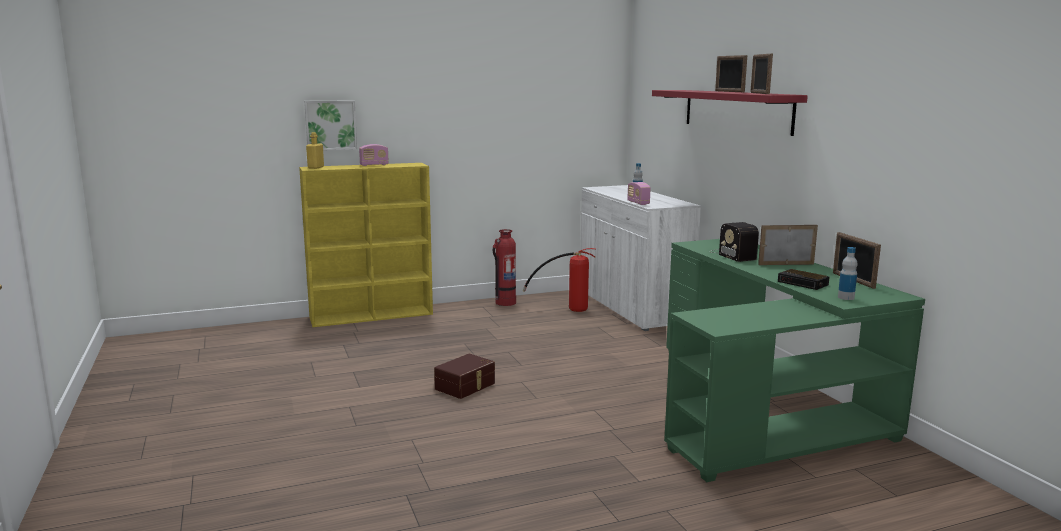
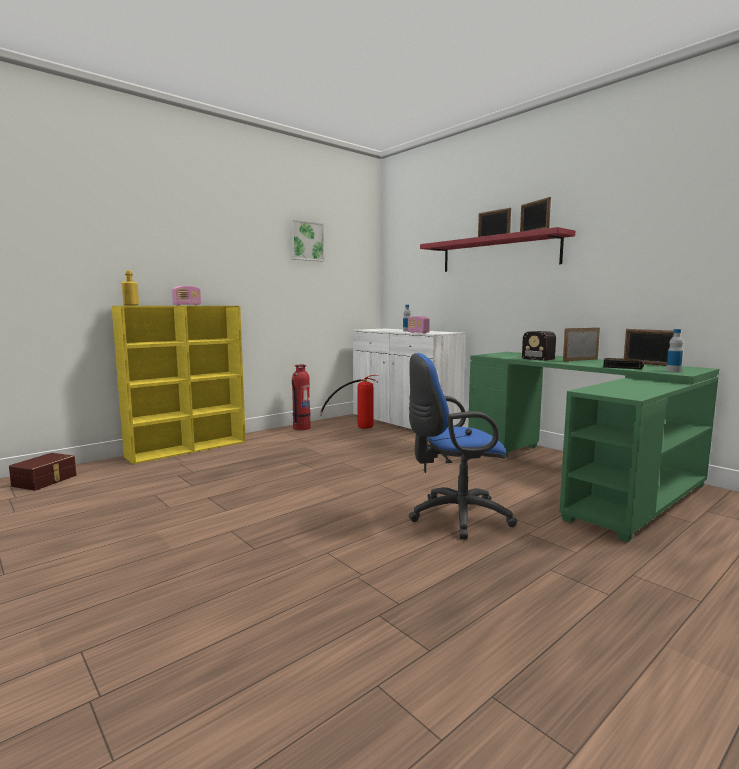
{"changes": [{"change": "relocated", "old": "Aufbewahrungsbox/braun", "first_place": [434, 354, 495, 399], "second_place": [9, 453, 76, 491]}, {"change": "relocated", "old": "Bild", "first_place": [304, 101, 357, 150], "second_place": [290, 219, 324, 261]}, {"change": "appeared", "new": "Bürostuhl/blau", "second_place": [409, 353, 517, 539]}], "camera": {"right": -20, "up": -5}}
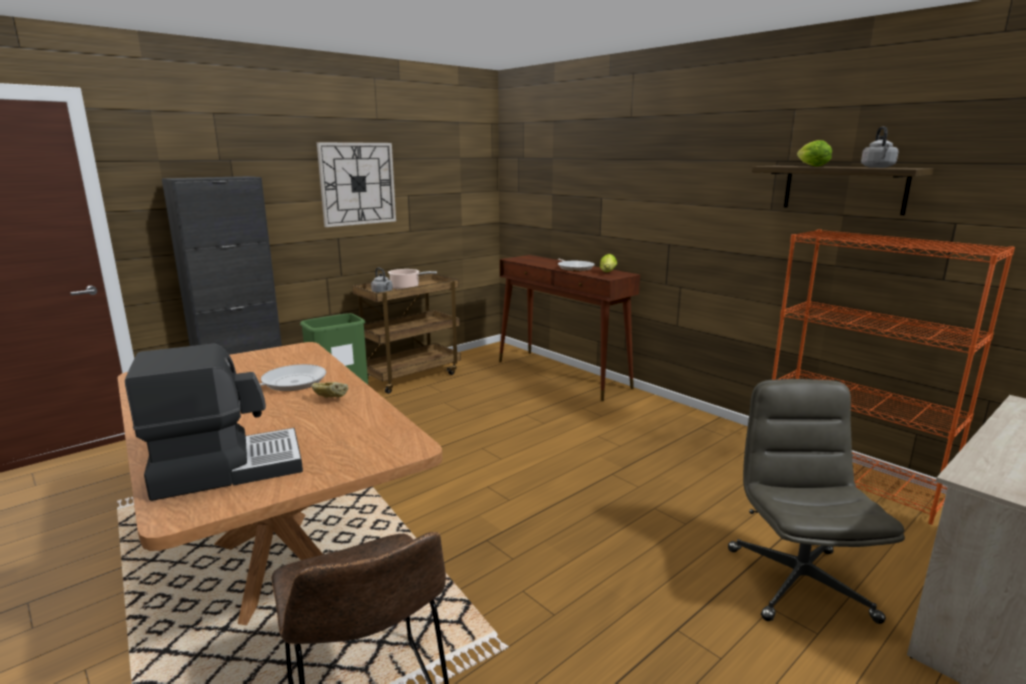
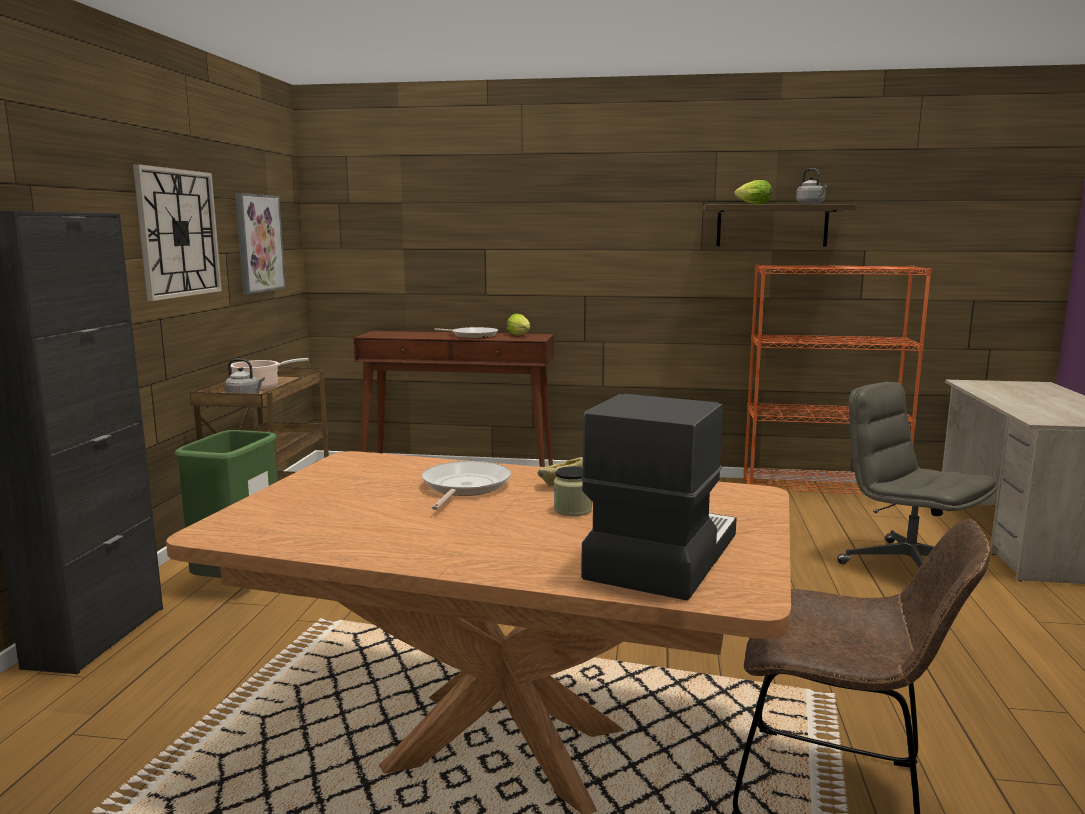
{"changes": [{"change": "appeared", "new": "Bild", "second_place": [235, 193, 286, 294]}, {"change": "appeared", "new": "Vorratsglas", "second_place": [554, 466, 592, 516]}], "camera": {"right": -40, "up": -5}}
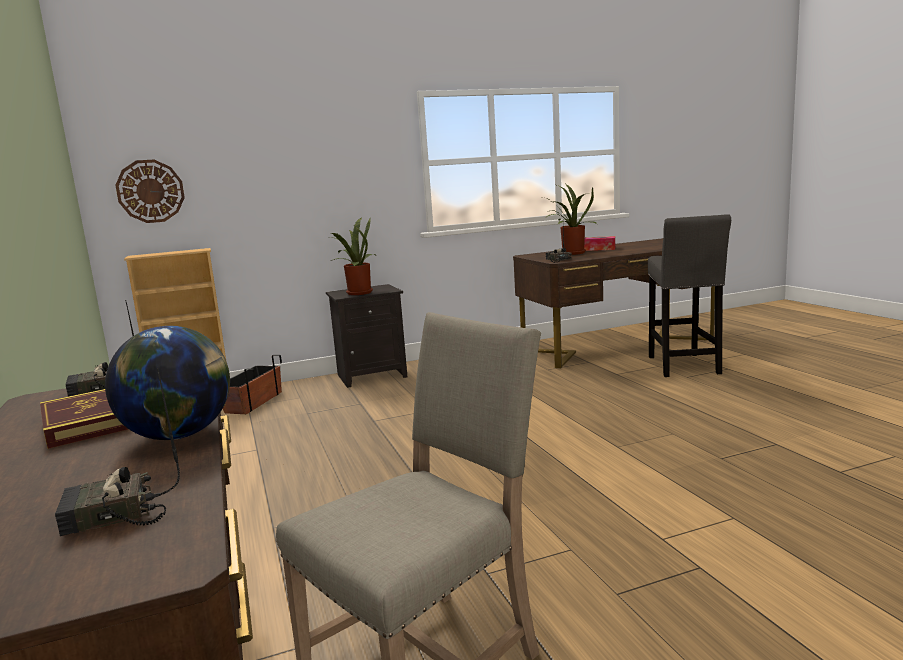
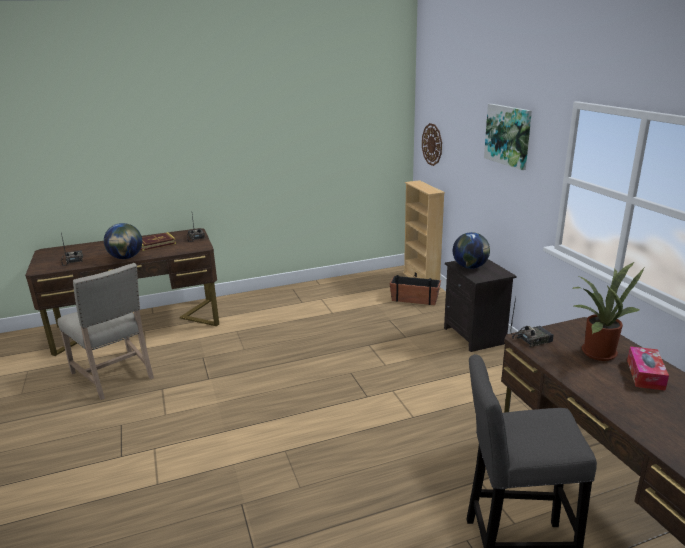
{"changes": [{"change": "exchanged", "old": "Topfpflanze", "new": "Globus", "first_place": [330, 218, 375, 295], "second_place": [453, 232, 490, 269]}, {"change": "appeared", "new": "Bild", "second_place": [484, 104, 532, 170]}], "camera": {"right": 90, "up": 10}}
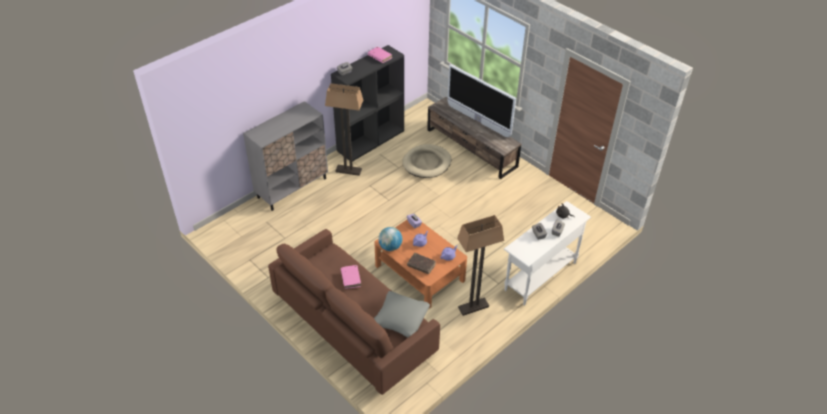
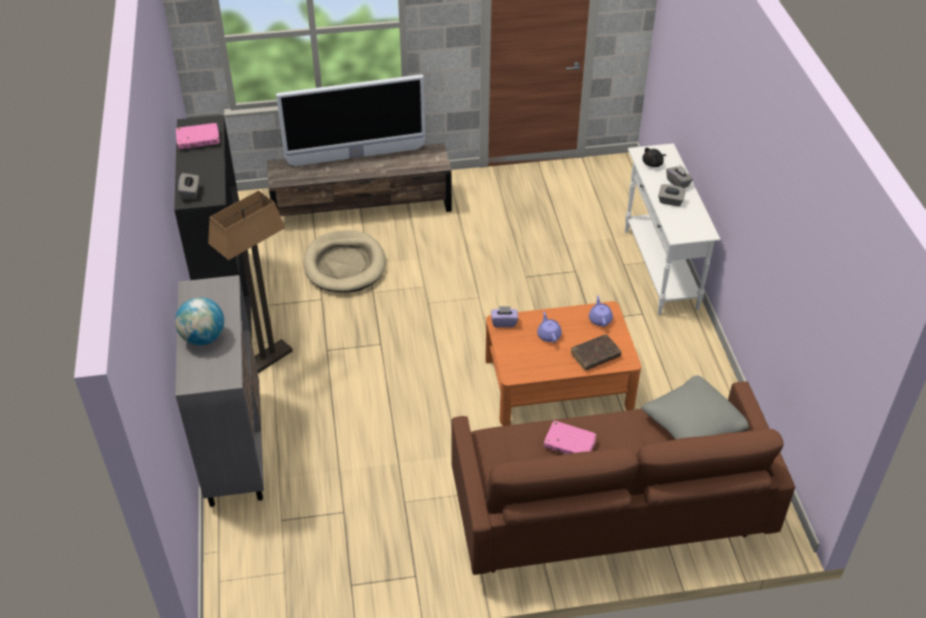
{"changes": [{"change": "relocated", "old": "Globus", "first_place": [378, 227, 402, 251], "second_place": [175, 297, 224, 345]}, {"change": "missing", "old": "Stehlampe", "first_place": [457, 215, 504, 316]}], "camera": {"right": -55, "up": 0}}
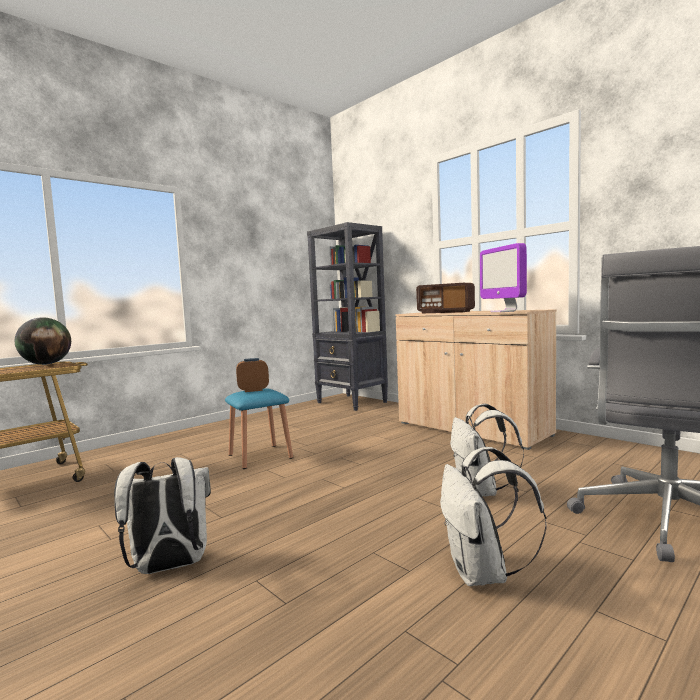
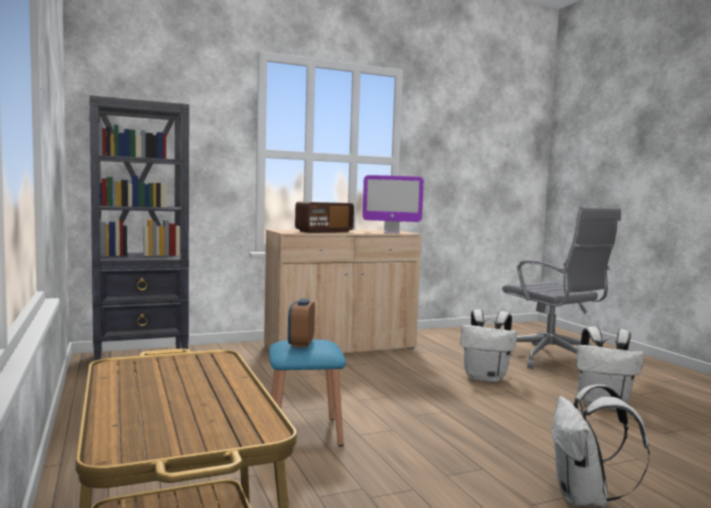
{"changes": [{"change": "missing", "old": "Globus", "first_place": [15, 317, 71, 365]}], "camera": {"right": -70, "up": 0}}
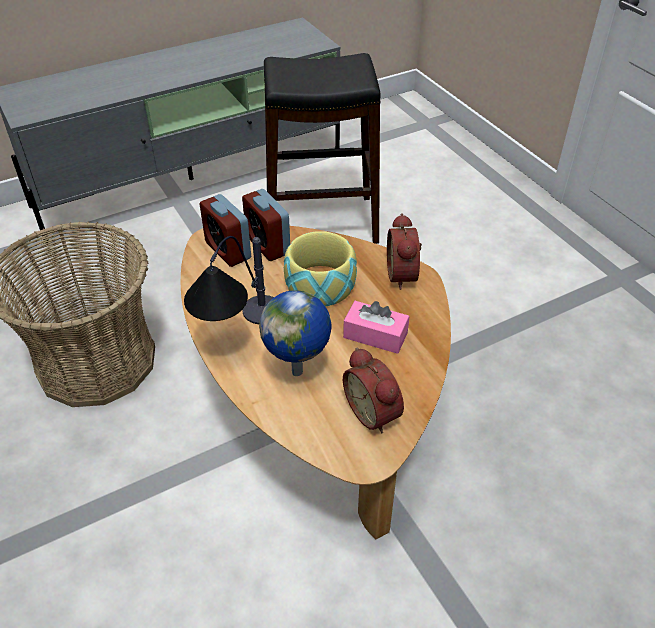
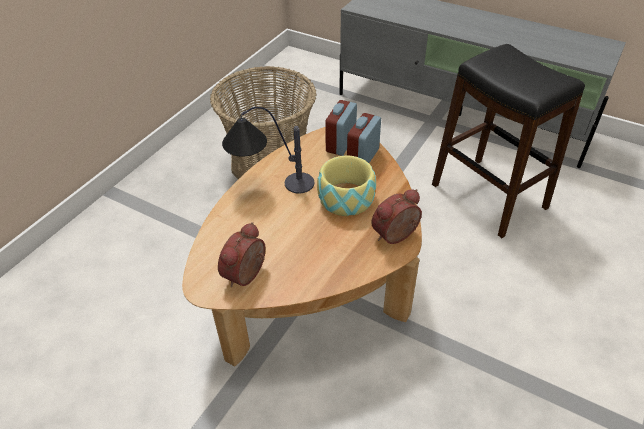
{"changes": [{"change": "missing", "old": "Globus", "first_place": [259, 290, 332, 376]}, {"change": "missing", "old": "Taschentuchbox/rosa", "first_place": [343, 301, 409, 354]}], "camera": {"right": 60, "up": 0}}
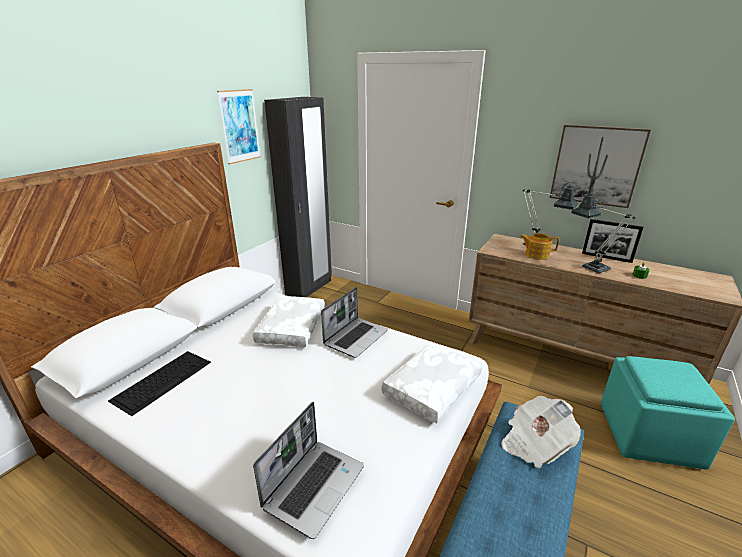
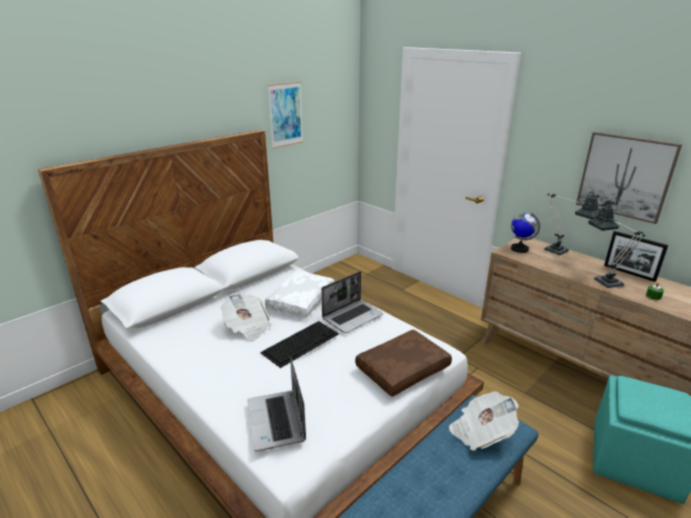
{"changes": [{"change": "appeared", "new": "Zeitung", "second_place": [221, 293, 272, 341]}, {"change": "spun", "old": "Laptop", "first_place": [253, 402, 364, 539], "second_place": [247, 357, 306, 451], "degrees": 120}, {"change": "relocated", "old": "Tastatur", "first_place": [108, 351, 211, 416], "second_place": [260, 321, 339, 368]}, {"change": "colour", "old": "Kissen/weiß", "new": "Kissen/braun", "first_place": [382, 342, 482, 424], "second_place": [355, 329, 452, 397]}, {"change": "appeared", "new": "Globus", "second_place": [511, 213, 540, 253]}, {"change": "missing", "old": "Kleiderschrank/schwarz", "first_place": [264, 97, 332, 297]}, {"change": "missing", "old": "Teekanne", "first_place": [521, 233, 559, 260]}], "camera": {"right": 15, "up": 0}}
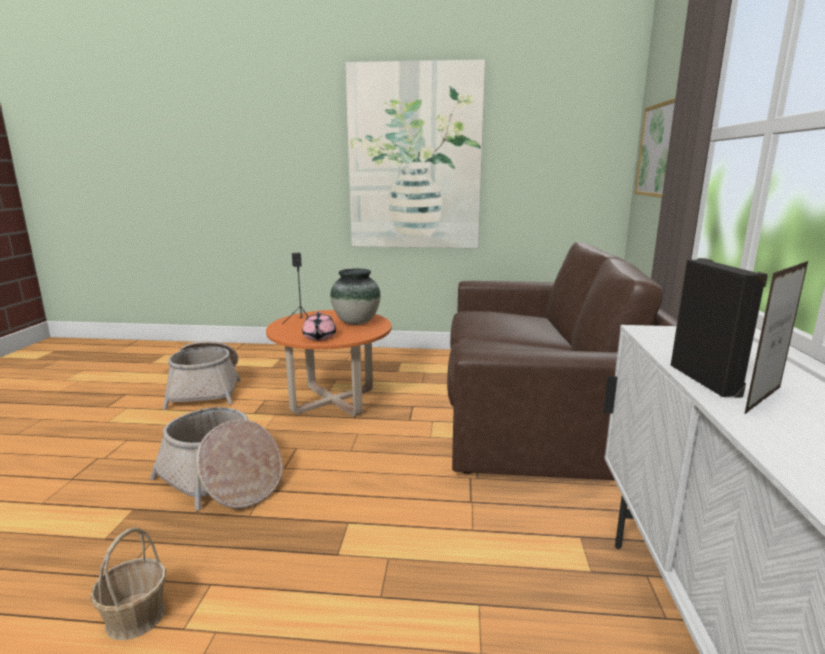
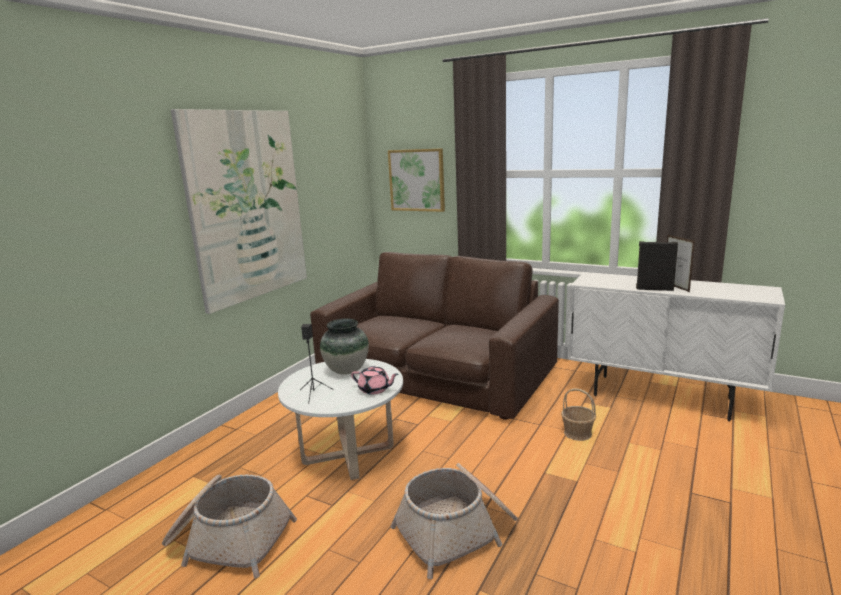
{"changes": [{"change": "colour", "old": "Couchtisch/orange", "new": "Couchtisch/weiß", "first_place": [266, 310, 392, 417], "second_place": [278, 359, 403, 480]}, {"change": "relocated", "old": "Korb", "first_place": [90, 527, 166, 640], "second_place": [561, 388, 596, 441]}], "camera": {"right": -65, "up": 0}}
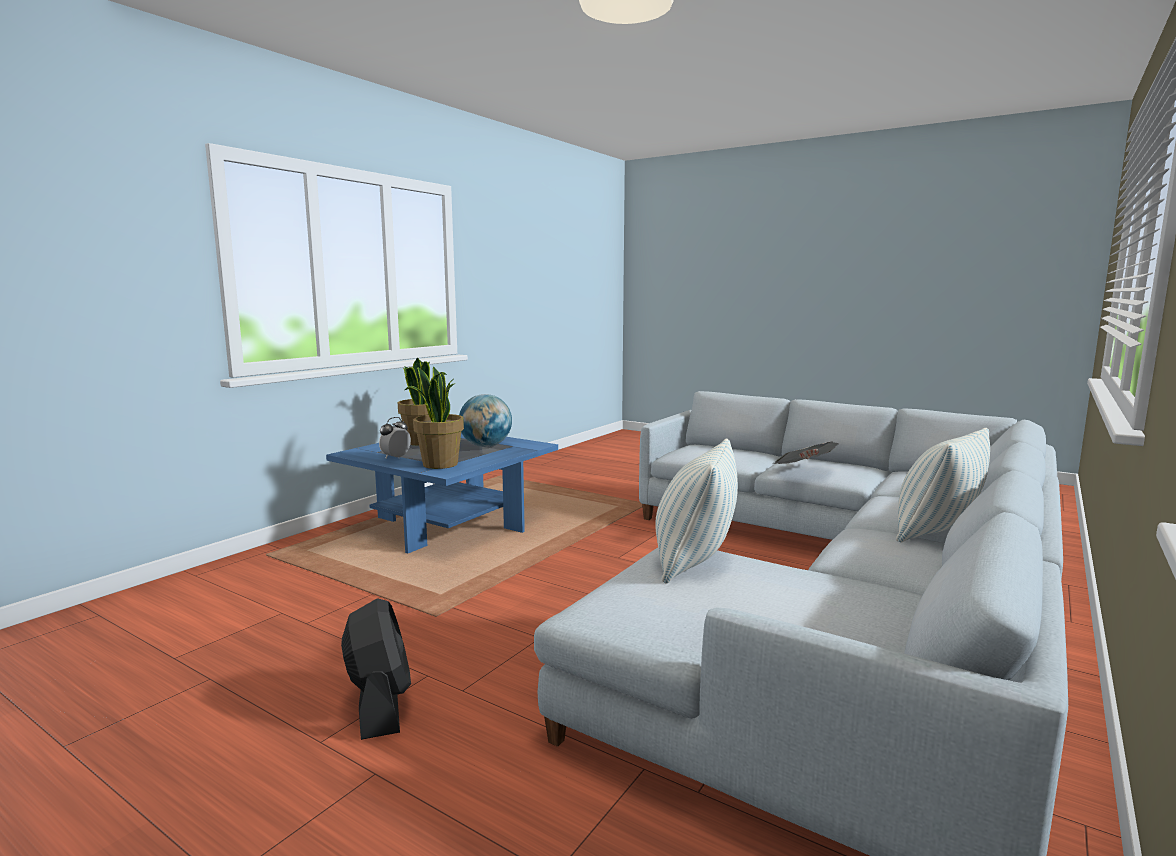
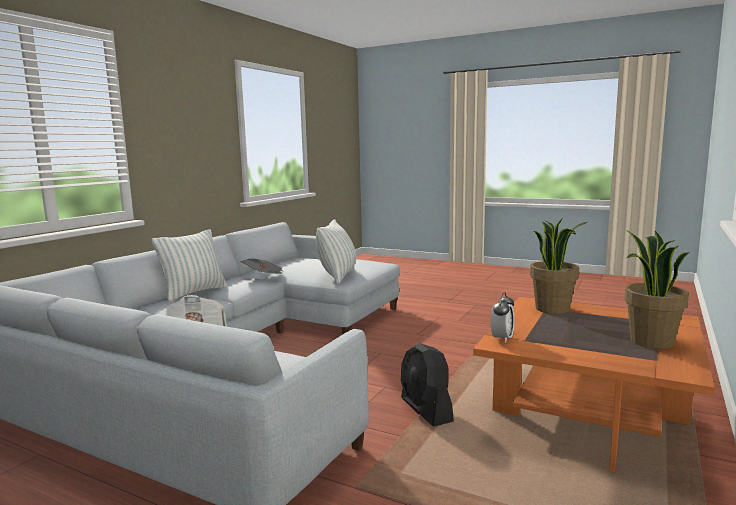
{"changes": [{"change": "appeared", "new": "Zeitung", "second_place": [240, 259, 282, 274]}, {"change": "relocated", "old": "Ventilator/schwarz", "first_place": [341, 598, 411, 740], "second_place": [401, 343, 454, 427]}, {"change": "colour", "old": "Couchtisch/blau", "new": "Couchtisch/orange", "first_place": [326, 433, 558, 553], "second_place": [473, 297, 715, 472]}, {"change": "relocated", "old": "Wecker", "first_place": [379, 417, 411, 459], "second_place": [490, 292, 515, 343]}, {"change": "missing", "old": "Globus", "first_place": [459, 394, 512, 447]}], "camera": {"right": 175, "up": 0}}
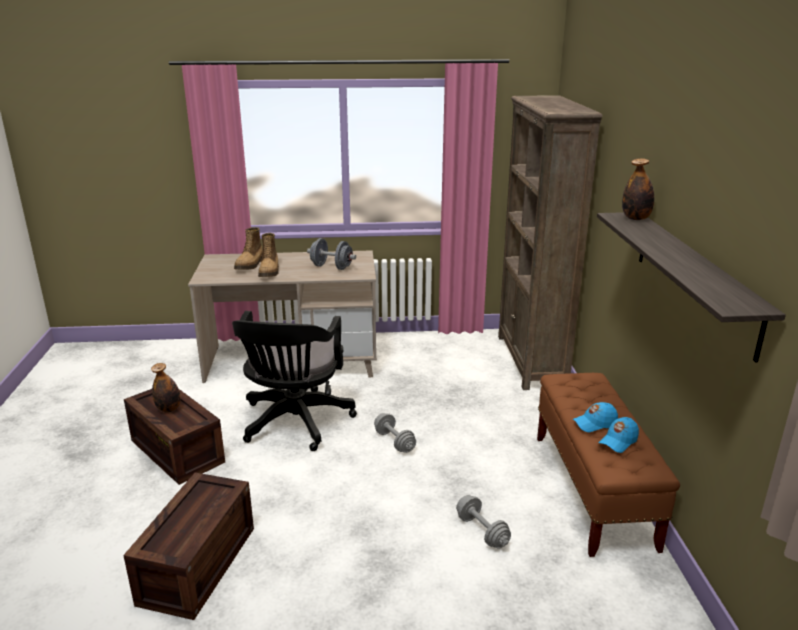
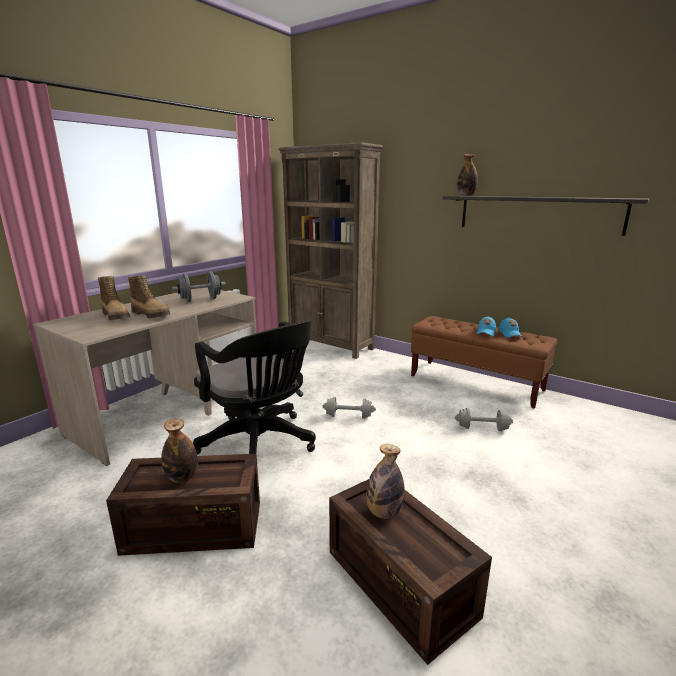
{"changes": [{"change": "appeared", "new": "Flasche", "second_place": [366, 444, 405, 519]}], "camera": {"right": -50, "up": -5}}
